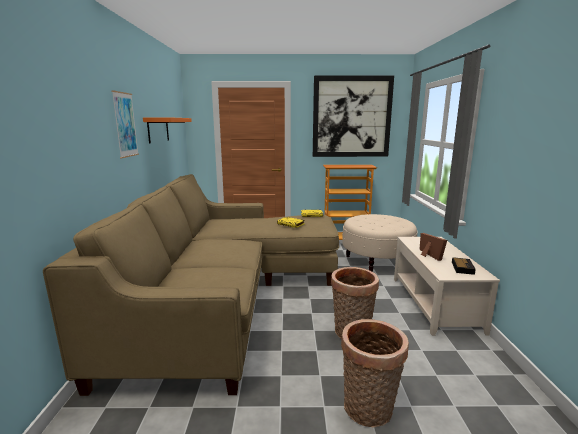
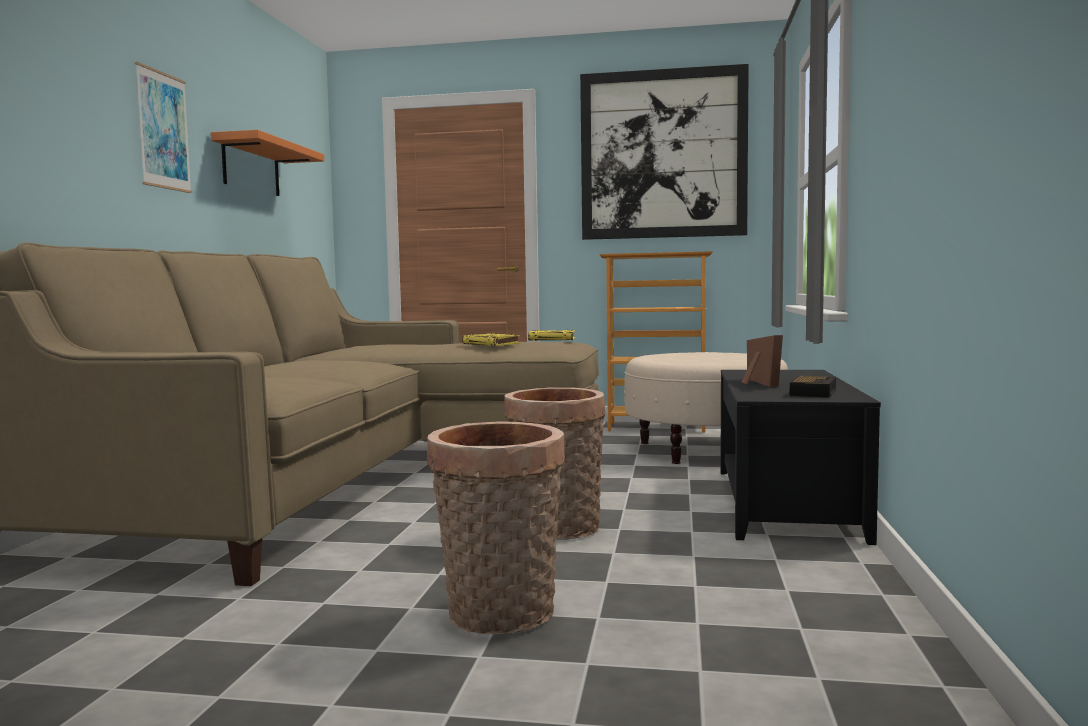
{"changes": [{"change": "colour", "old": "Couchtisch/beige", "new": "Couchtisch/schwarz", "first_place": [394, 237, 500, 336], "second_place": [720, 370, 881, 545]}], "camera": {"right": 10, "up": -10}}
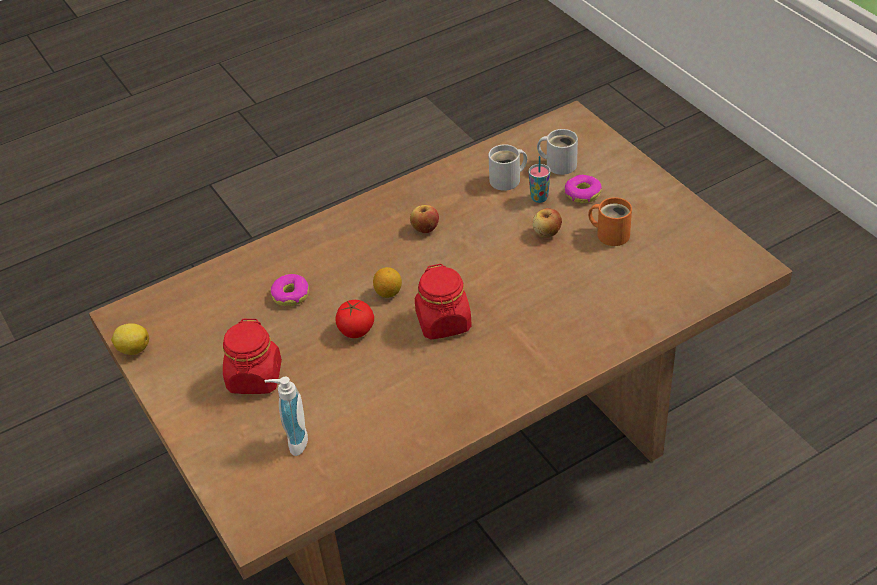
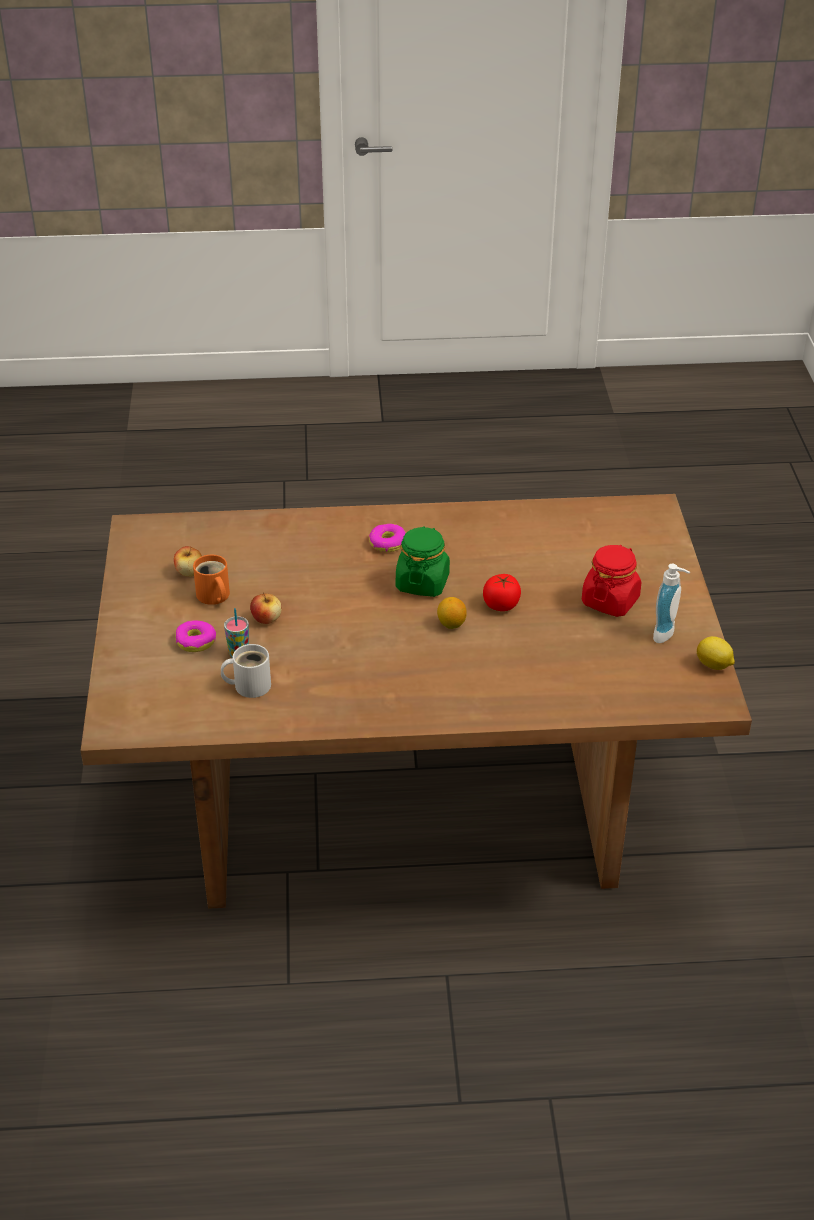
{"changes": [{"change": "relocated", "old": "Apfel", "first_place": [410, 205, 439, 233], "second_place": [174, 546, 202, 577]}, {"change": "relocated", "old": "Donut", "first_place": [271, 274, 309, 306], "second_place": [369, 524, 406, 552]}, {"change": "colour", "old": "Vorratsglas/rot", "new": "Vorratsglas/grün", "first_place": [415, 264, 472, 339], "second_place": [396, 526, 450, 597]}, {"change": "relocated", "old": "Seifenspender", "first_place": [264, 377, 308, 456], "second_place": [653, 564, 690, 643]}, {"change": "missing", "old": "Henkelbecher/weiß", "first_place": [537, 129, 578, 175]}], "camera": {"right": -155, "up": -5}}
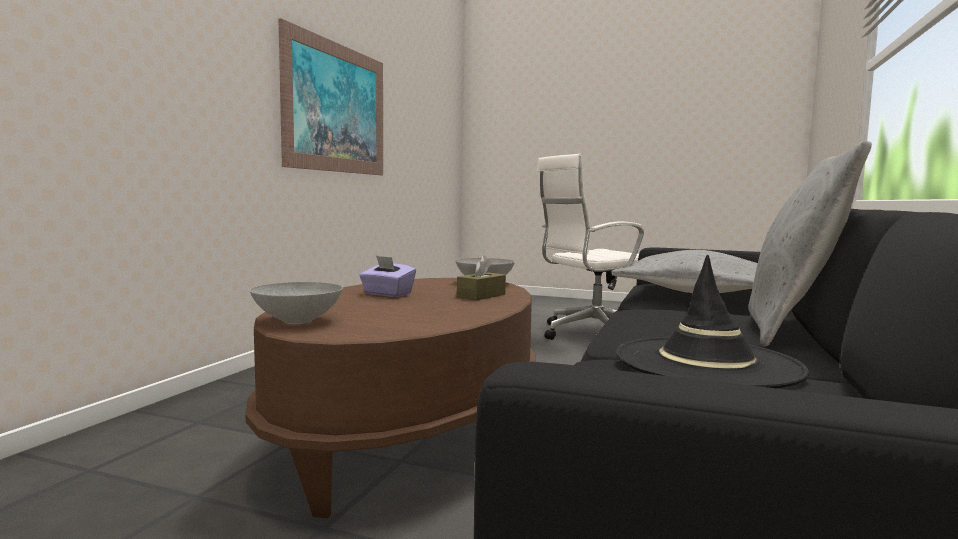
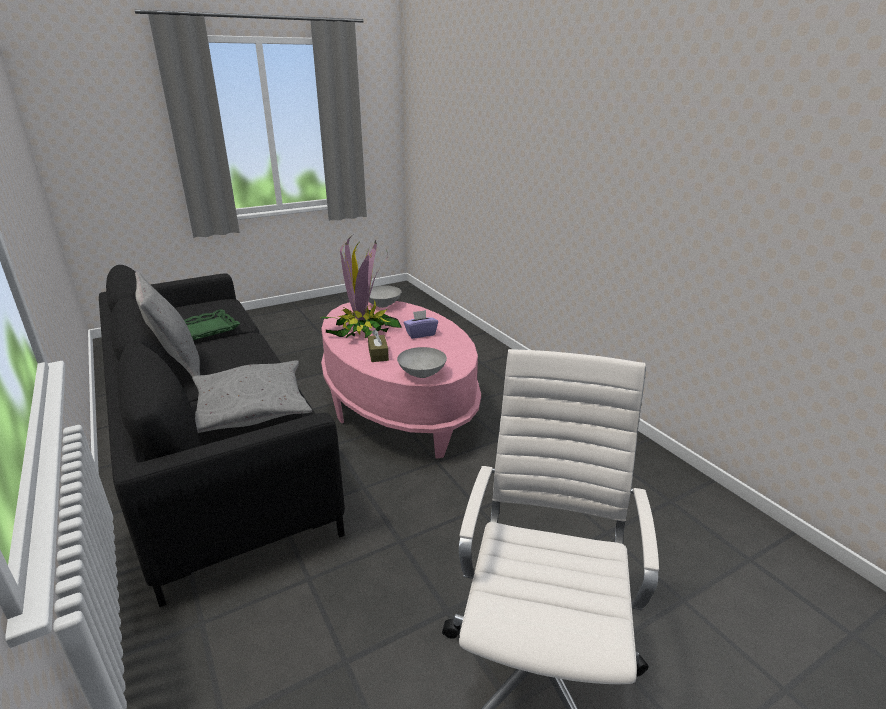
{"changes": [{"change": "exchanged", "old": "Hut/schwarz", "new": "Tablett/grün", "first_place": [616, 255, 809, 388], "second_place": [184, 309, 241, 340]}, {"change": "appeared", "new": "Topfpflanze", "second_place": [321, 235, 402, 338]}, {"change": "colour", "old": "Couchtisch/braun", "new": "Couchtisch/rosa", "first_place": [245, 278, 536, 518], "second_place": [321, 301, 481, 459]}, {"change": "missing", "old": "Bild", "first_place": [278, 18, 383, 175]}], "camera": {"right": 130, "up": 20}}
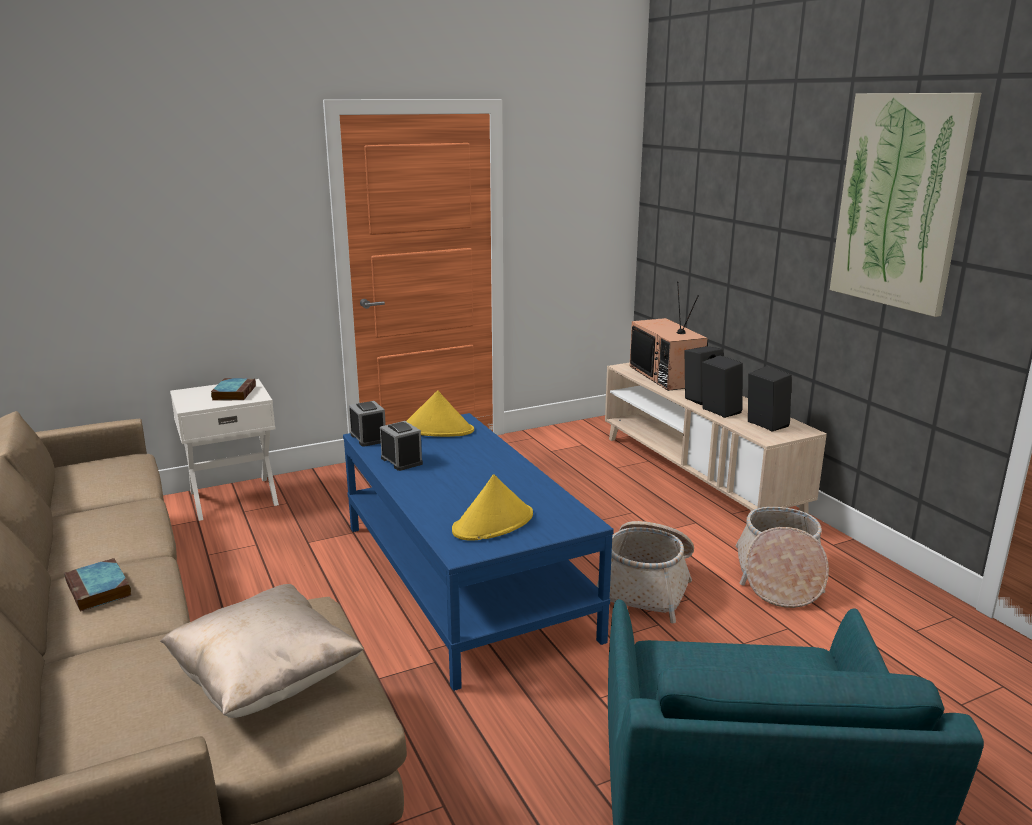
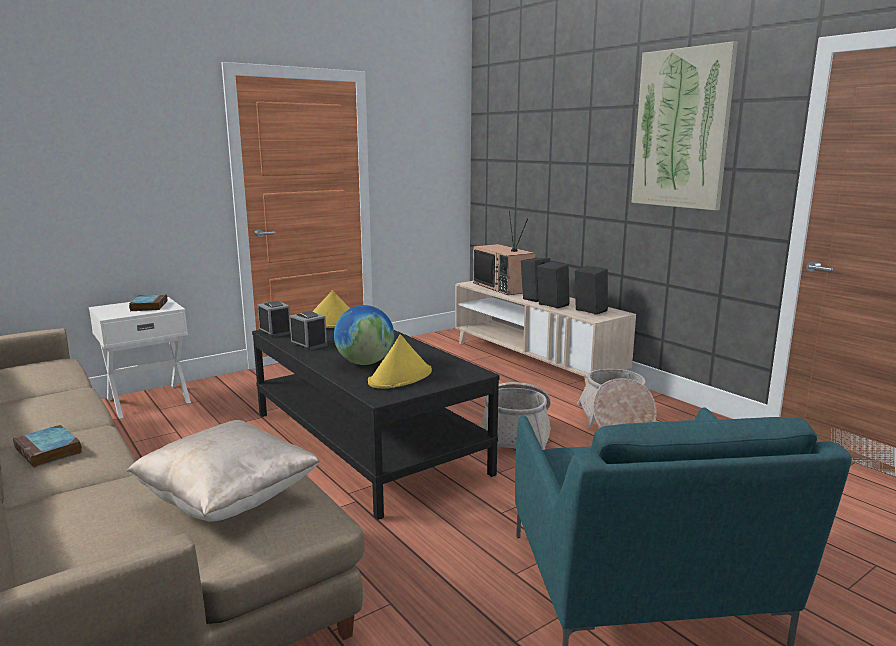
{"changes": [{"change": "colour", "old": "Couchtisch/blau", "new": "Couchtisch/schwarz", "first_place": [343, 413, 614, 691], "second_place": [252, 328, 500, 520]}, {"change": "appeared", "new": "Globus", "second_place": [334, 305, 394, 365]}], "camera": {"right": -10, "up": -5}}
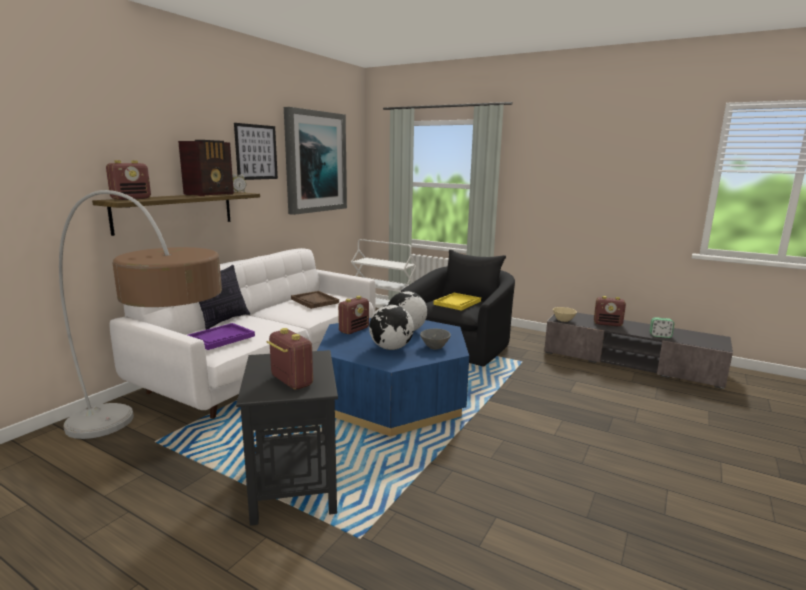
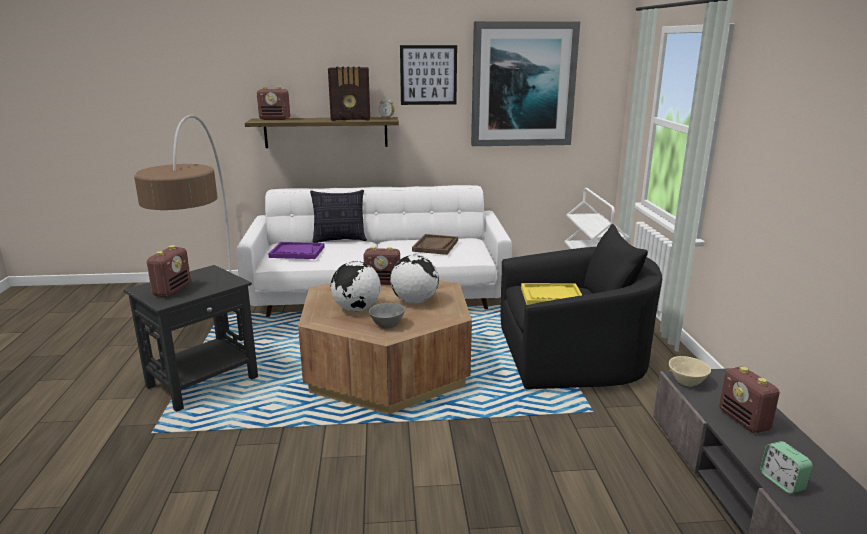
{"changes": [{"change": "colour", "old": "Couchtisch/blau", "new": "Couchtisch/braun", "first_place": [317, 318, 469, 437], "second_place": [298, 280, 472, 415]}], "camera": {"right": 55, "up": 5}}
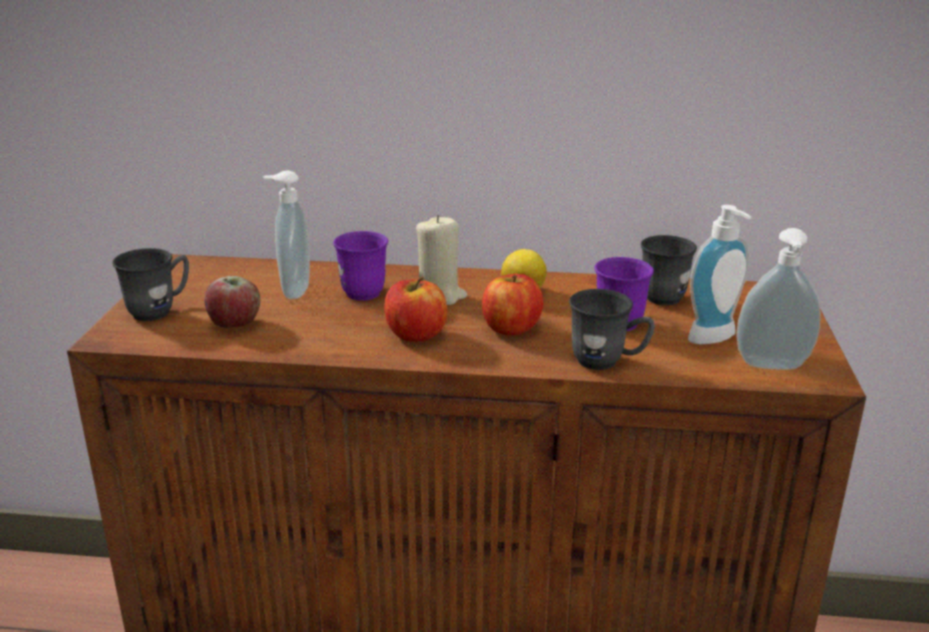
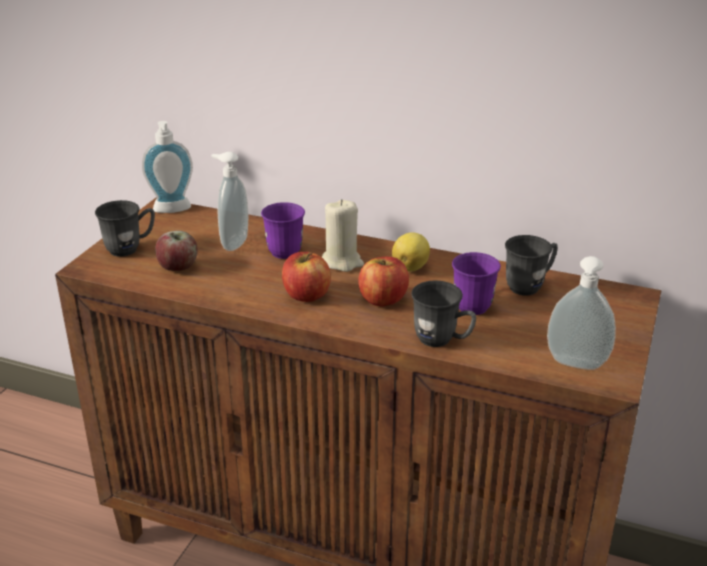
{"changes": [{"change": "relocated", "old": "Seifenspender", "first_place": [688, 205, 751, 345], "second_place": [142, 121, 193, 213]}], "camera": {"right": 15, "up": 5}}
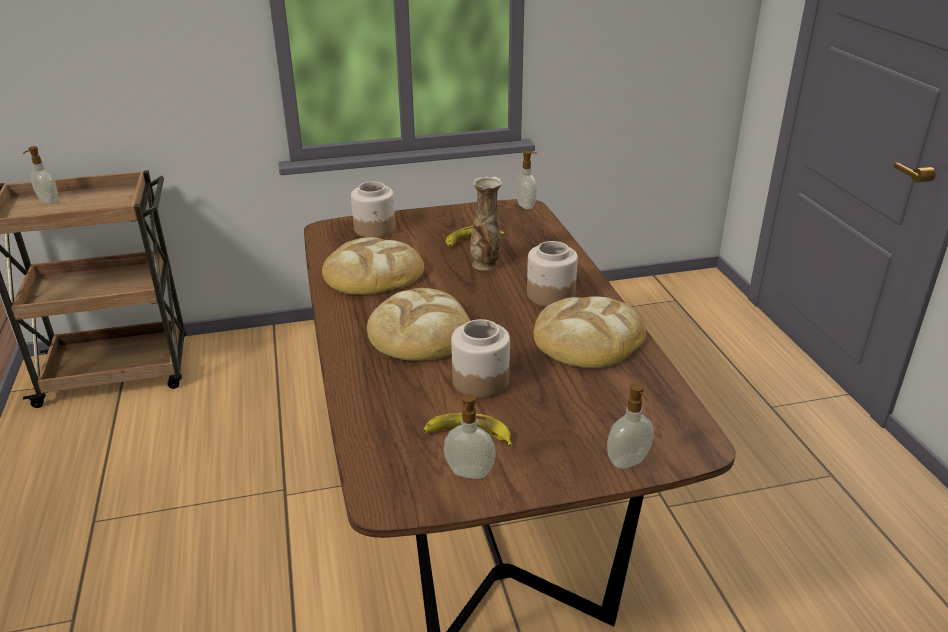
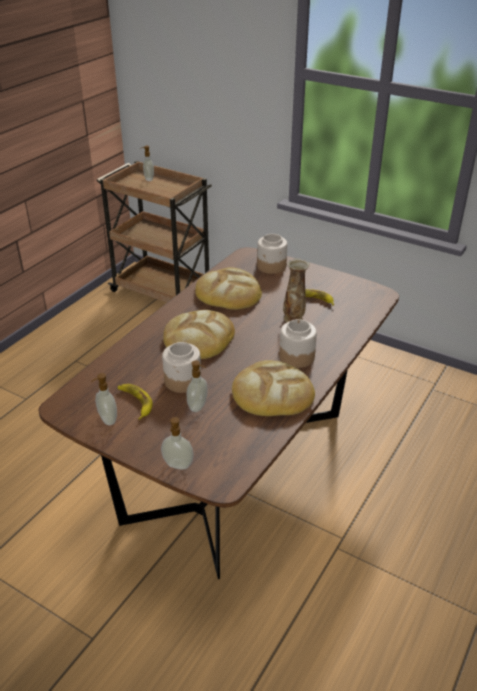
{"changes": [{"change": "relocated", "old": "Seifenspender", "first_place": [515, 151, 537, 209], "second_place": [187, 360, 207, 412]}], "camera": {"right": 45, "up": 5}}
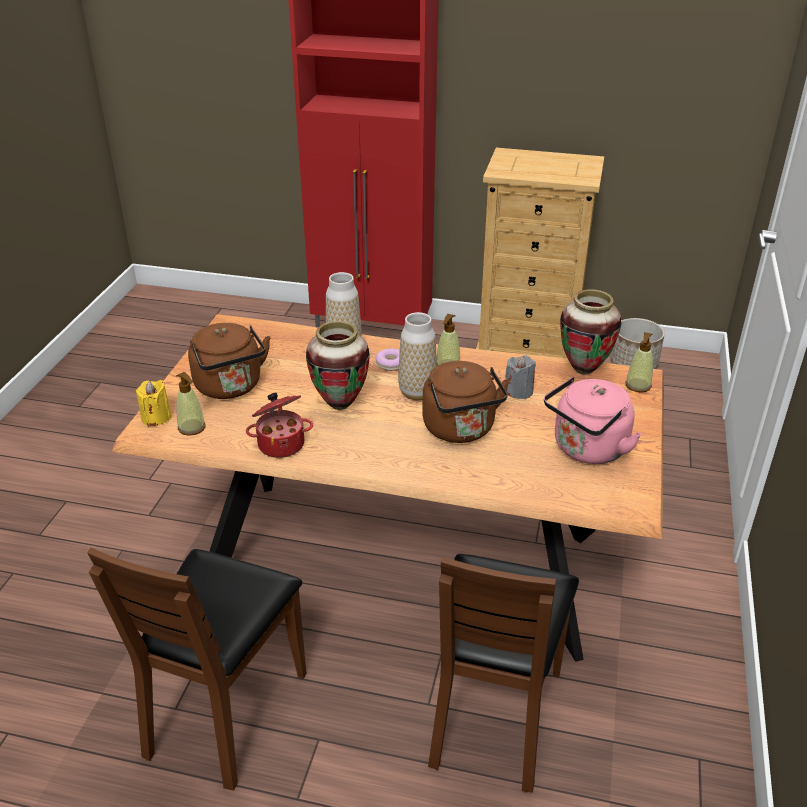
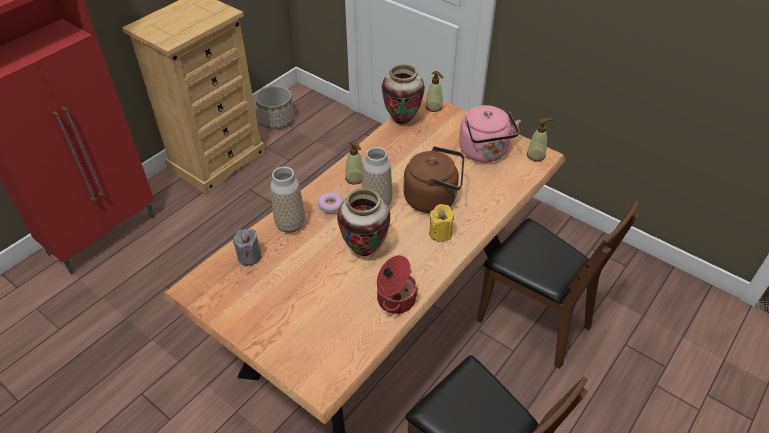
{"changes": [{"change": "relocated", "old": "Kerze/grau", "first_place": [505, 355, 536, 399], "second_place": [233, 229, 262, 266]}, {"change": "relocated", "old": "Kerze/gelb", "first_place": [136, 380, 171, 426], "second_place": [429, 204, 454, 242]}, {"change": "relocated", "old": "Seifenspender", "first_place": [176, 372, 205, 436], "second_place": [527, 118, 553, 162]}, {"change": "missing", "old": "Wasserkessel/braun", "first_place": [188, 323, 271, 399]}], "camera": {"right": -65, "up": 10}}
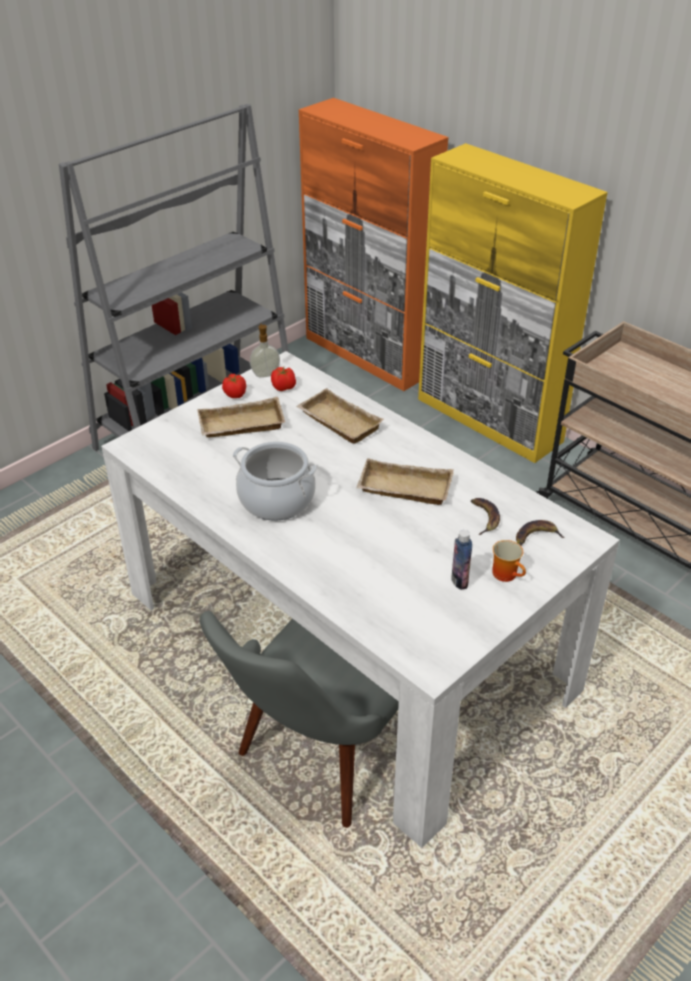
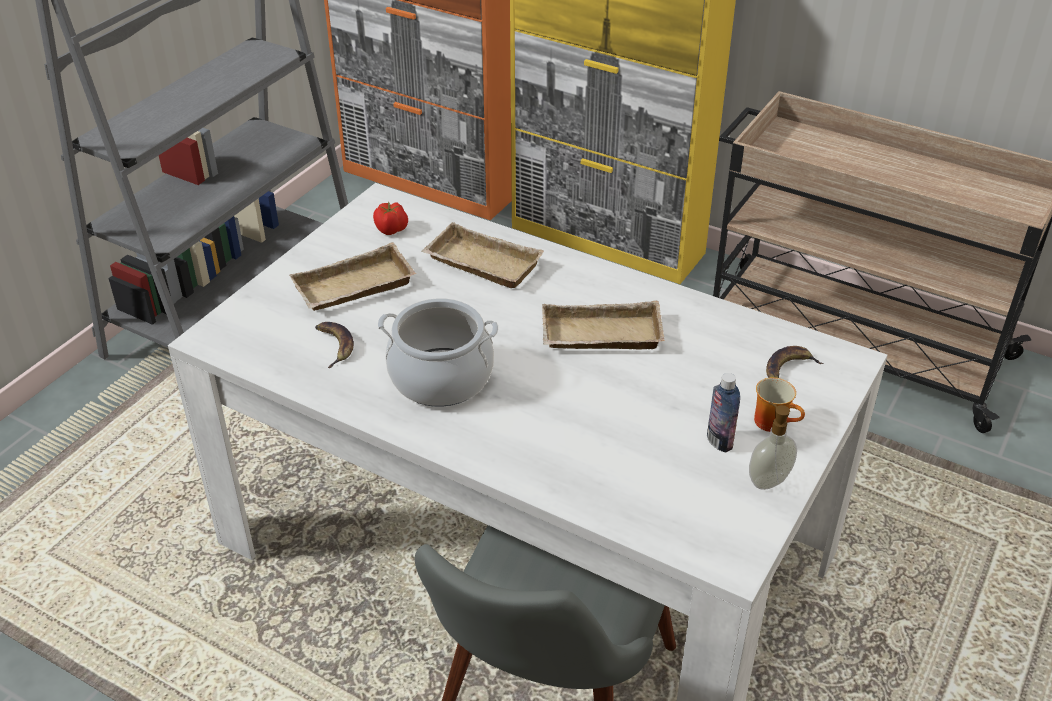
{"changes": [{"change": "relocated", "old": "Banane", "first_place": [471, 498, 500, 535], "second_place": [315, 322, 354, 368]}, {"change": "relocated", "old": "Seifenspender", "first_place": [250, 324, 280, 378], "second_place": [749, 402, 797, 490]}, {"change": "missing", "old": "Tomate", "first_place": [222, 374, 246, 398]}], "camera": {"right": -15, "up": 0}}
